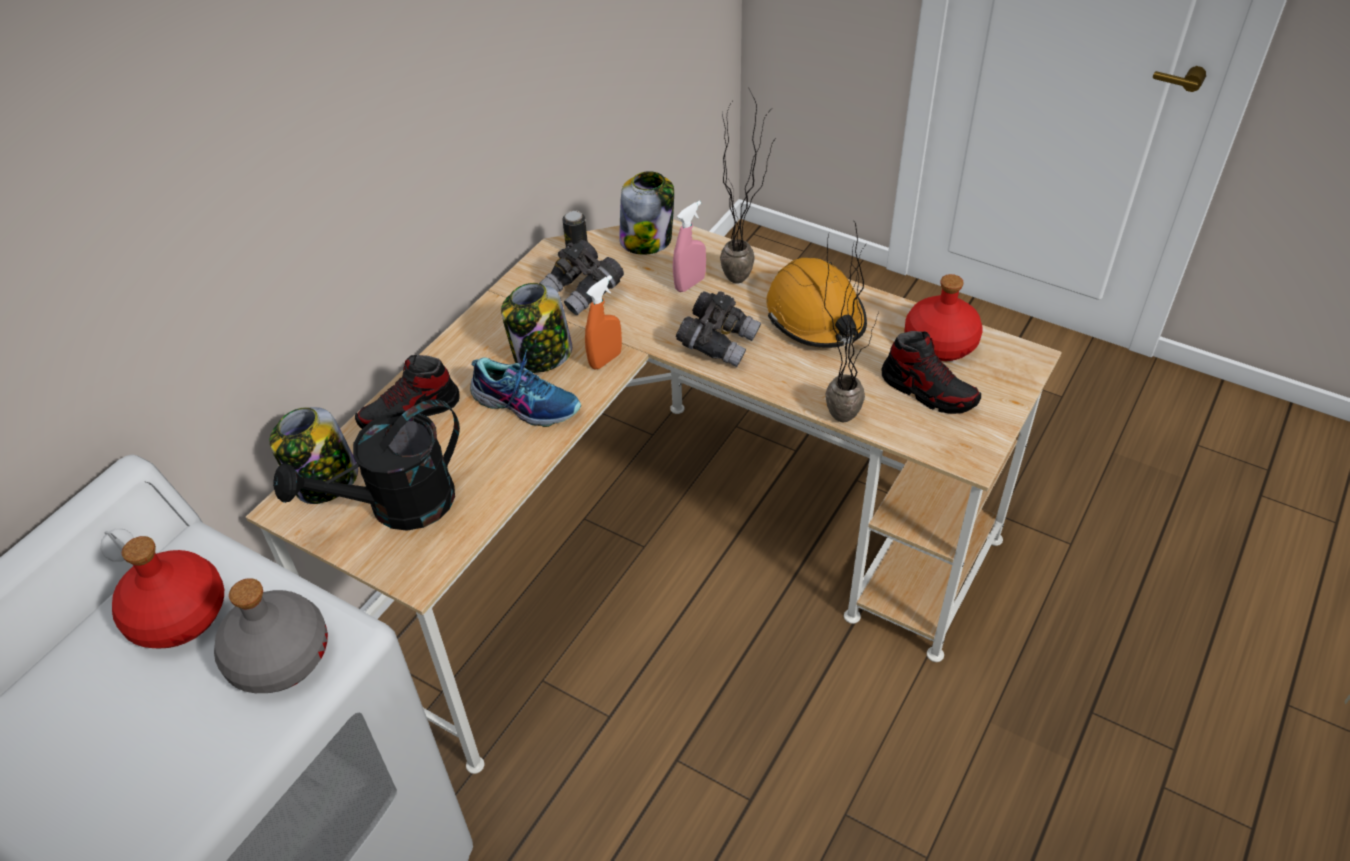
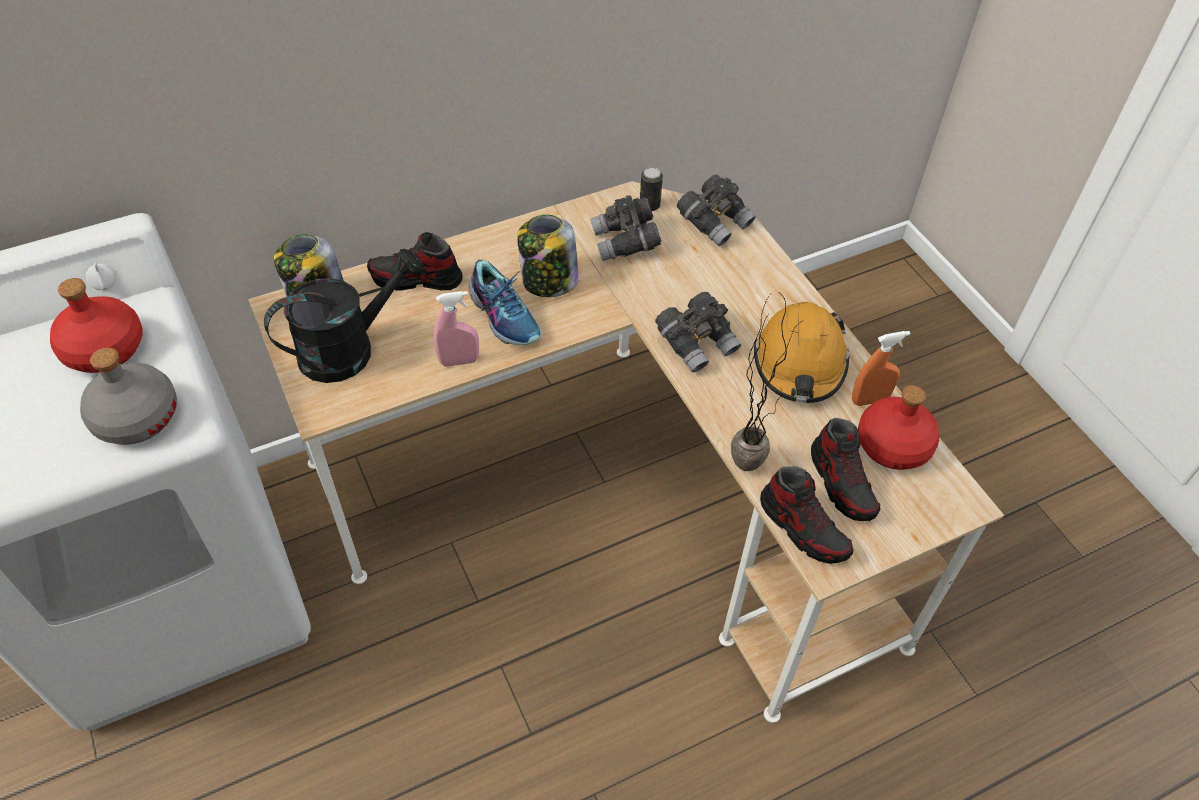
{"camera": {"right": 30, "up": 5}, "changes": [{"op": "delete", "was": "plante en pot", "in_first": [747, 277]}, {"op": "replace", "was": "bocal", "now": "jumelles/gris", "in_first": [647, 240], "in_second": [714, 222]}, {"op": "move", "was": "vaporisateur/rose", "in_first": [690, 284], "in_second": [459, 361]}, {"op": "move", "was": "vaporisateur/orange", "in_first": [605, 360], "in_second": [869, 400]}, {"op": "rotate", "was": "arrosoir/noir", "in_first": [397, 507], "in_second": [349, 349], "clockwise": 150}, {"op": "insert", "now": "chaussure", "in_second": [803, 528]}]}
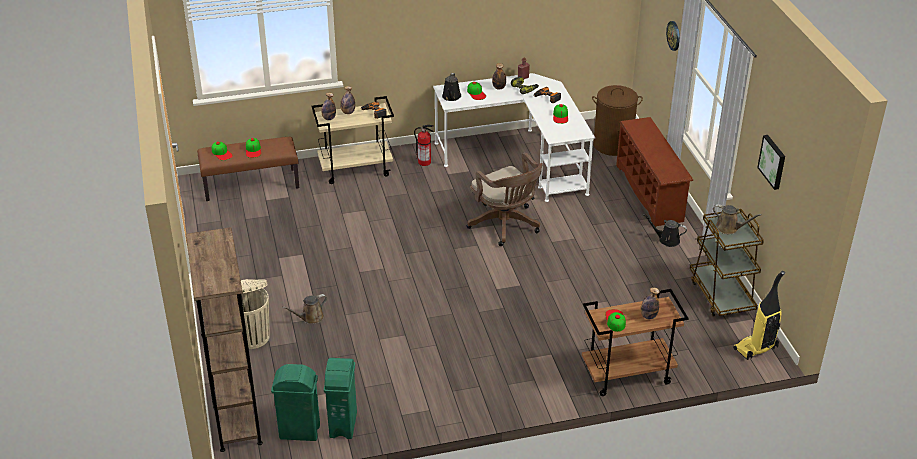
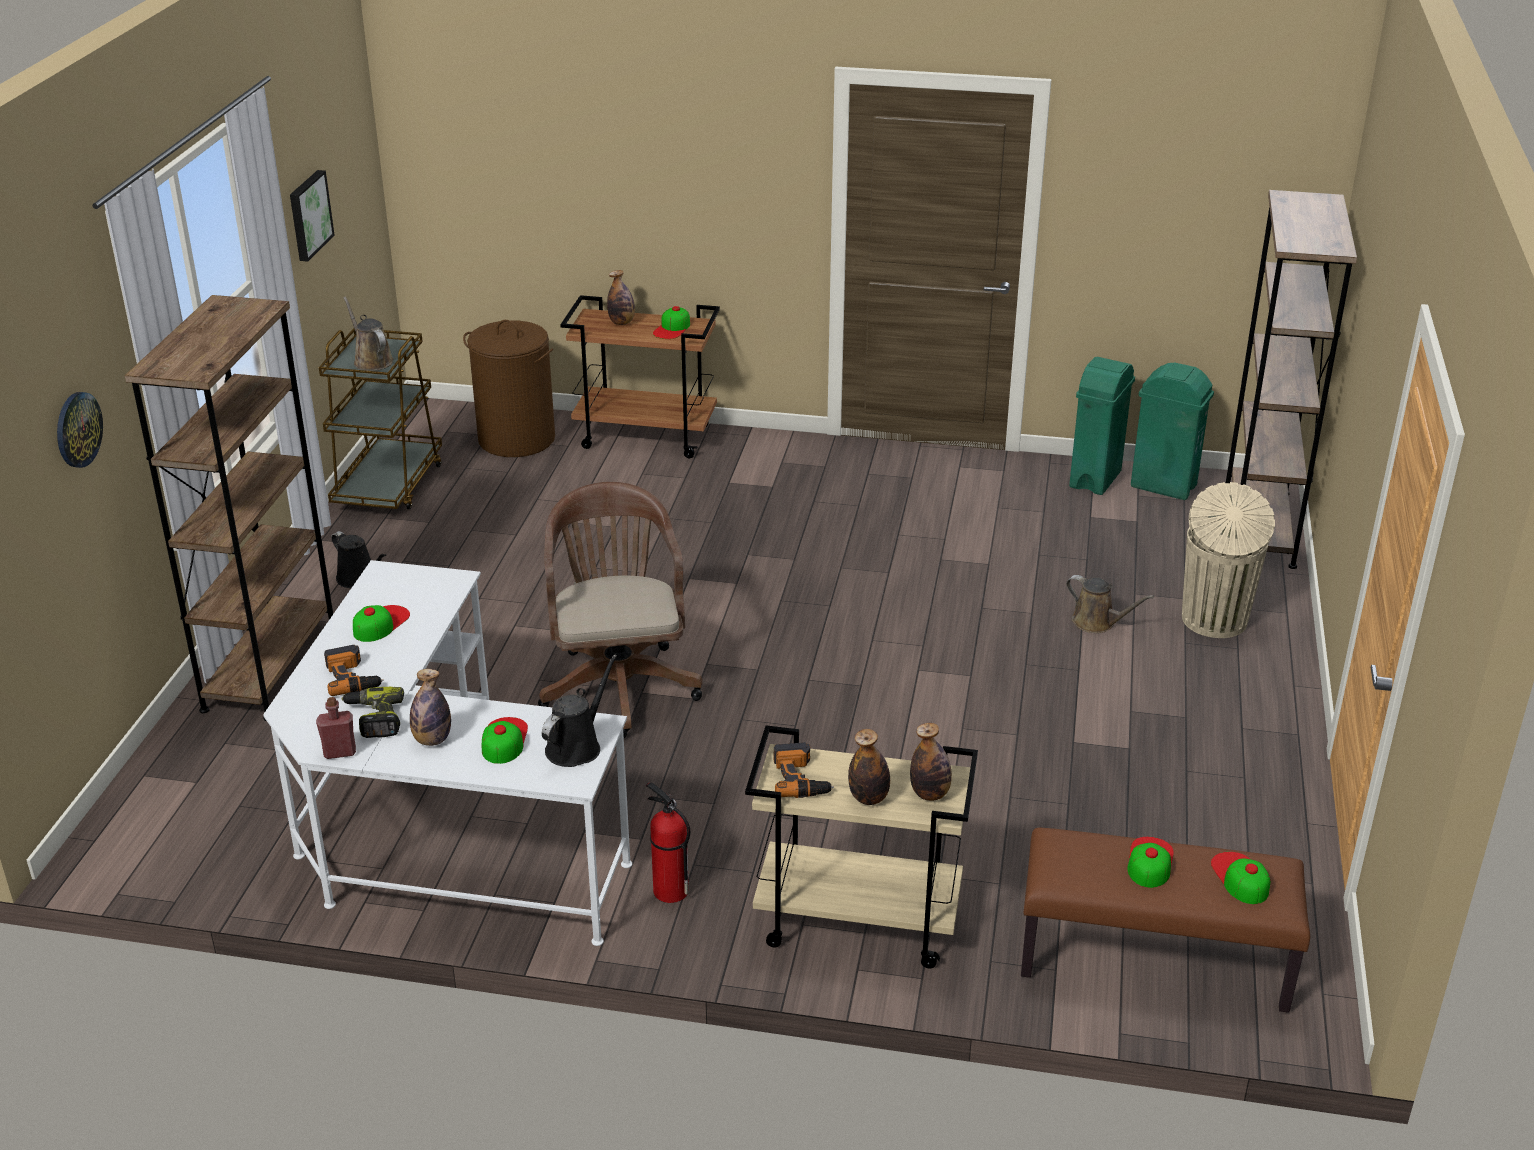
{"camera": {"right": -155, "up": -5}, "changes": [{"op": "move", "was": "panier à linge/marron", "in_first": [613, 145], "in_second": [516, 439]}, {"op": "replace", "was": "étagère à chaussures/marron", "now": "bibliothèque/marron", "in_first": [650, 193], "in_second": [270, 666]}, {"op": "delete", "was": "aspirateur", "in_first": [755, 349]}, {"op": "rotate", "was": "arrosoir/marron", "in_first": [310, 318], "in_second": [1097, 623], "clockwise": 45}]}
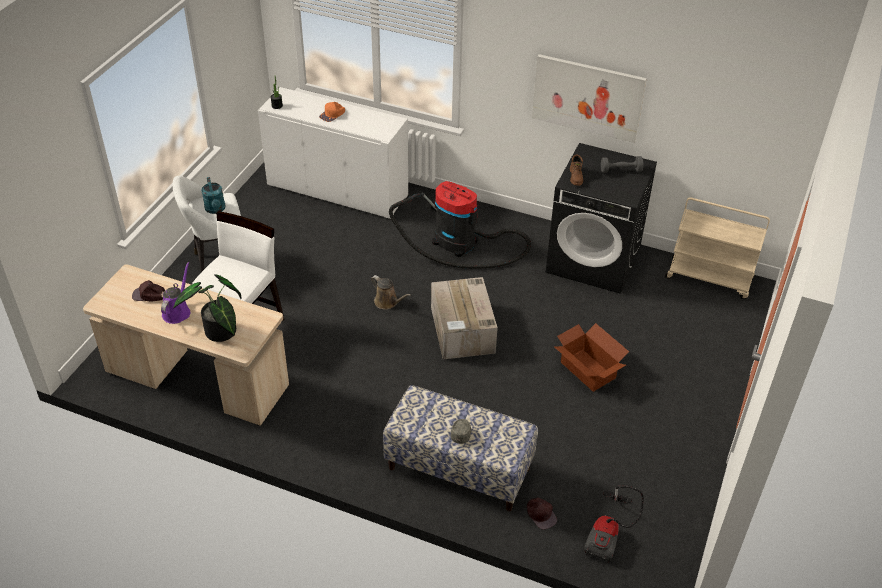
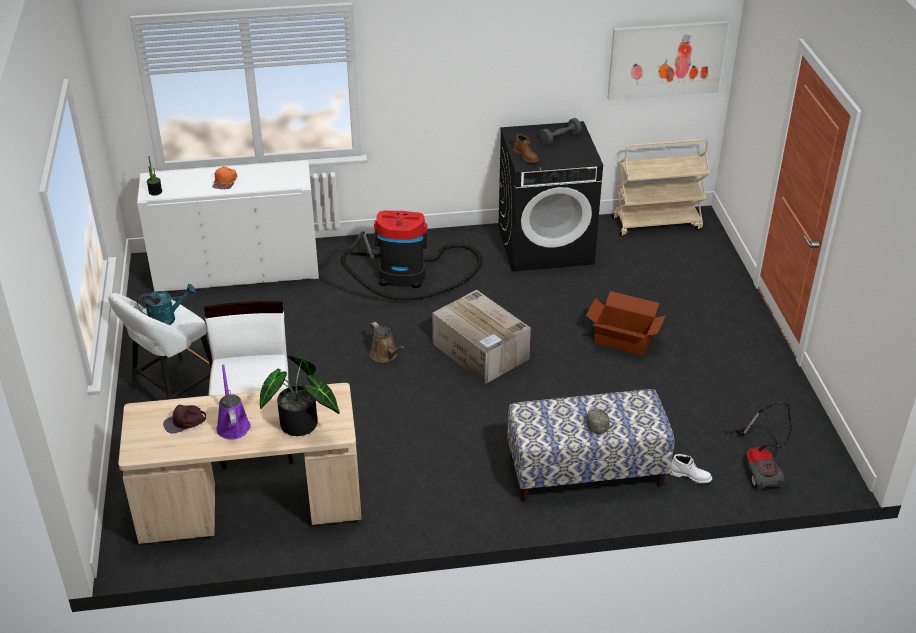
{"camera": {"right": -30, "up": -5}, "changes": [{"op": "move", "was": "tableau", "in_first": [587, 97], "in_second": [666, 59]}, {"op": "rotate", "was": "arrosoir/turquoise", "in_first": [216, 209], "in_second": [167, 318], "clockwise": -60}, {"op": "rotate", "was": "arrosoir/marron", "in_first": [388, 302], "in_second": [385, 355], "clockwise": 45}, {"op": "replace", "was": "casquette/marron", "now": "botte/blanc", "in_first": [541, 514], "in_second": [690, 476]}]}
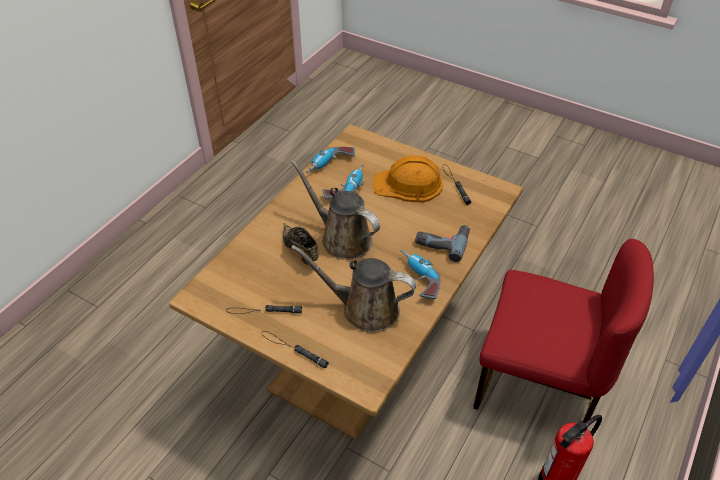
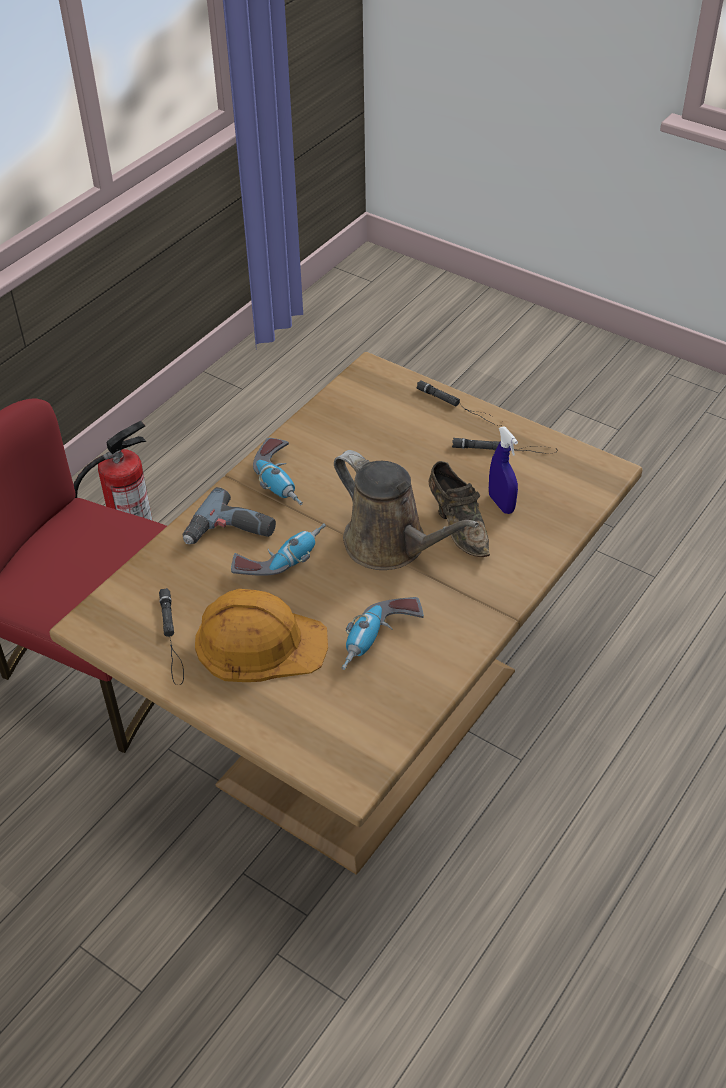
{"camera": {"right": -175, "up": 0}, "changes": [{"op": "move", "was": "perceuse", "in_first": [330, 165], "in_second": [281, 558]}, {"op": "delete", "was": "arrosoir/marron", "in_first": [364, 309]}, {"op": "insert", "now": "vaporisateur/bleu", "in_second": [501, 504]}]}
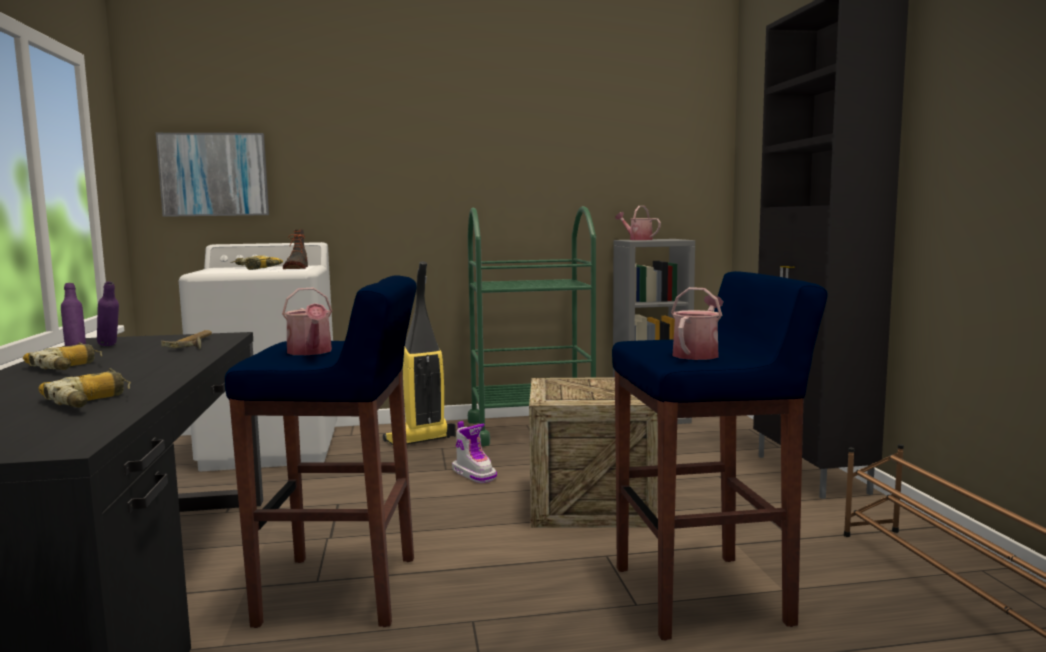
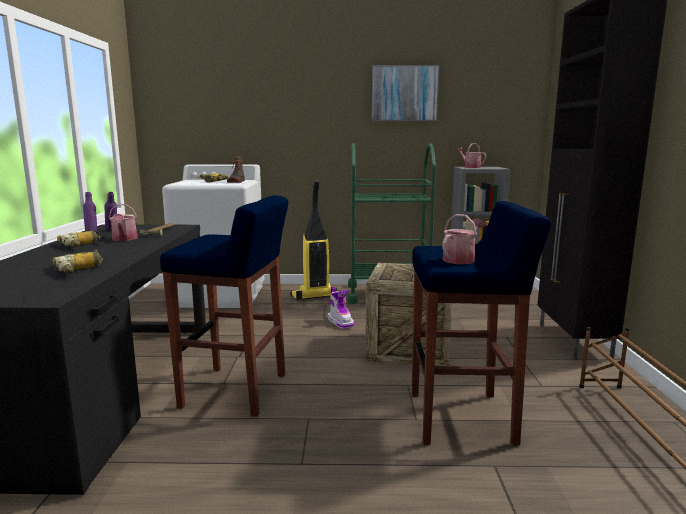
{"camera": {"right": 10, "up": 5}, "changes": [{"op": "move", "was": "tableau", "in_first": [214, 175], "in_second": [404, 93]}, {"op": "move", "was": "arrosoir", "in_first": [311, 352], "in_second": [124, 239]}]}
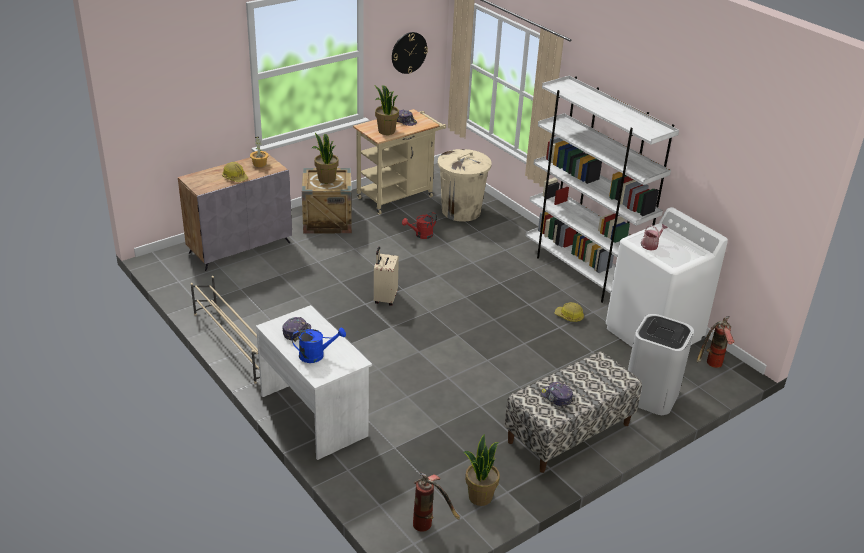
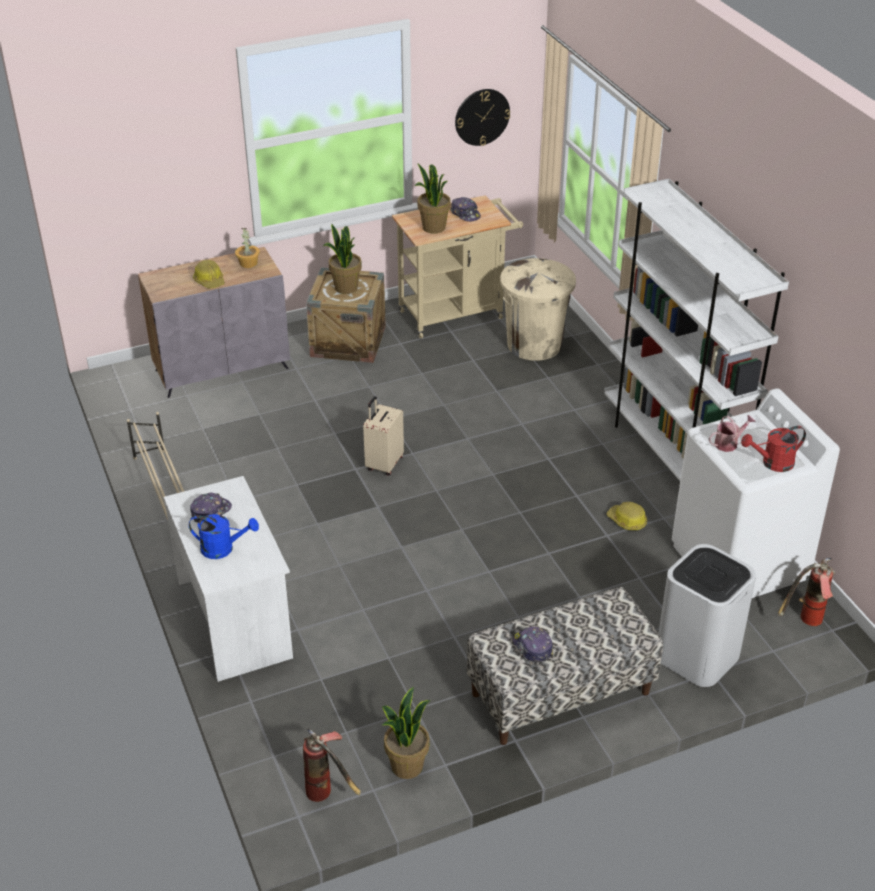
{"camera": {"right": 15, "up": 5}, "changes": [{"op": "move", "was": "arrosoir/rouge", "in_first": [421, 235], "in_second": [772, 463]}]}
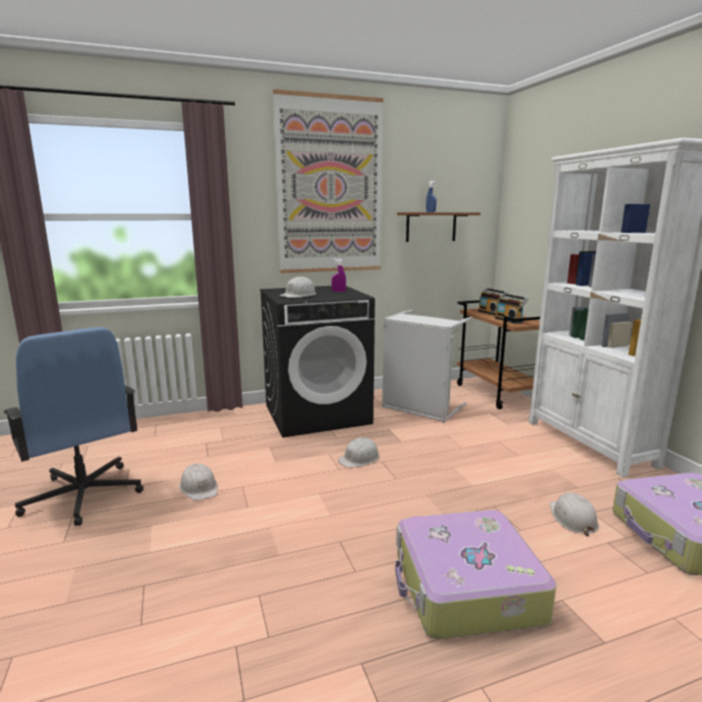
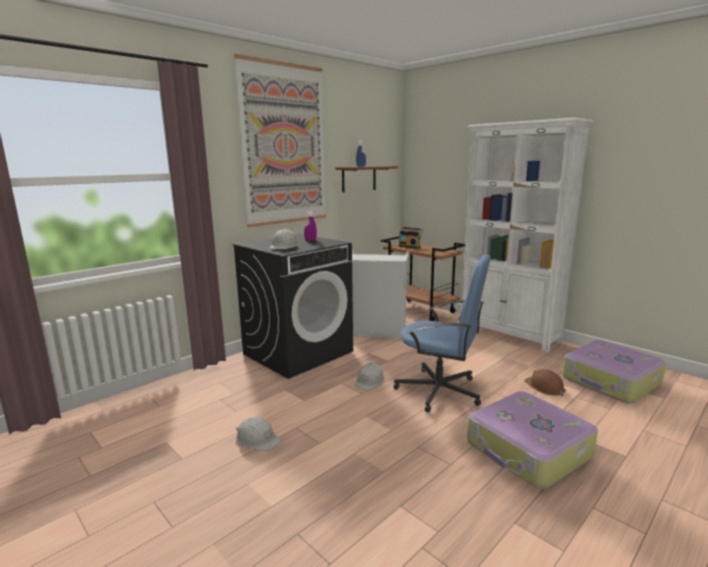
{"camera": {"right": -25, "up": 0}, "changes": [{"op": "delete", "was": "radio", "in_first": [509, 320]}, {"op": "move", "was": "chaise de bureau/bleu", "in_first": [83, 496], "in_second": [440, 391]}, {"op": "recolor", "was": "casque de chantier/blanc", "now": "casque de chantier/marron", "in_first": [572, 518], "in_second": [544, 387]}]}
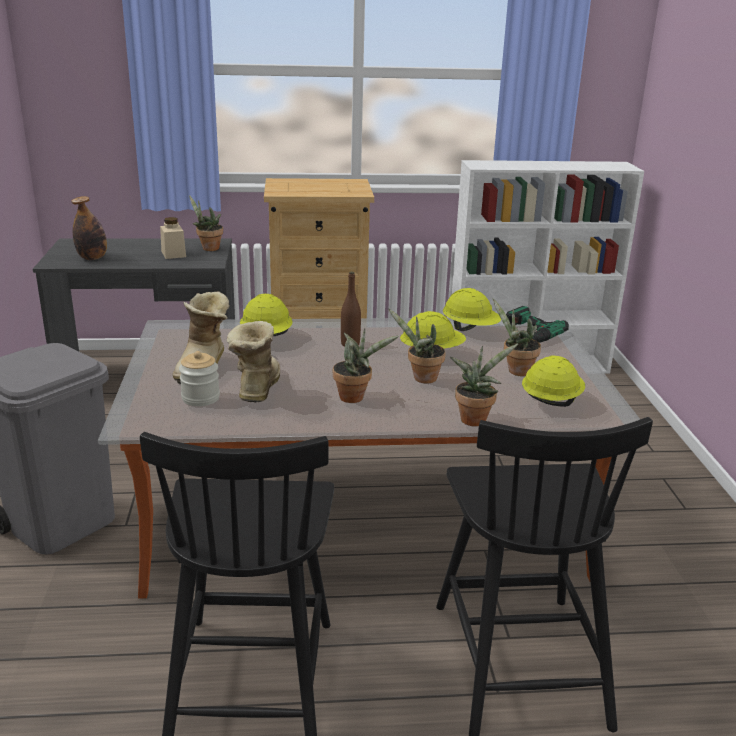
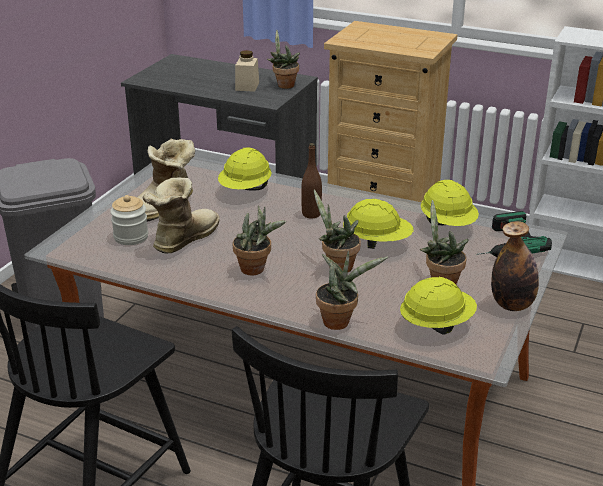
{"camera": {"right": 30, "up": 5}, "changes": [{"op": "move", "was": "bouteille", "in_first": [92, 258], "in_second": [512, 305]}]}
